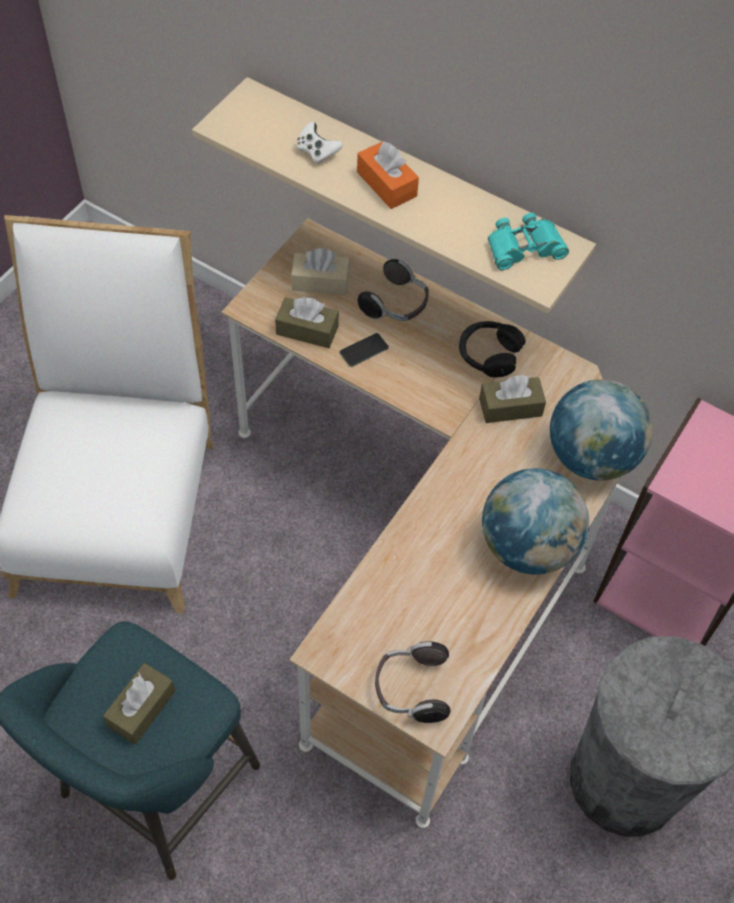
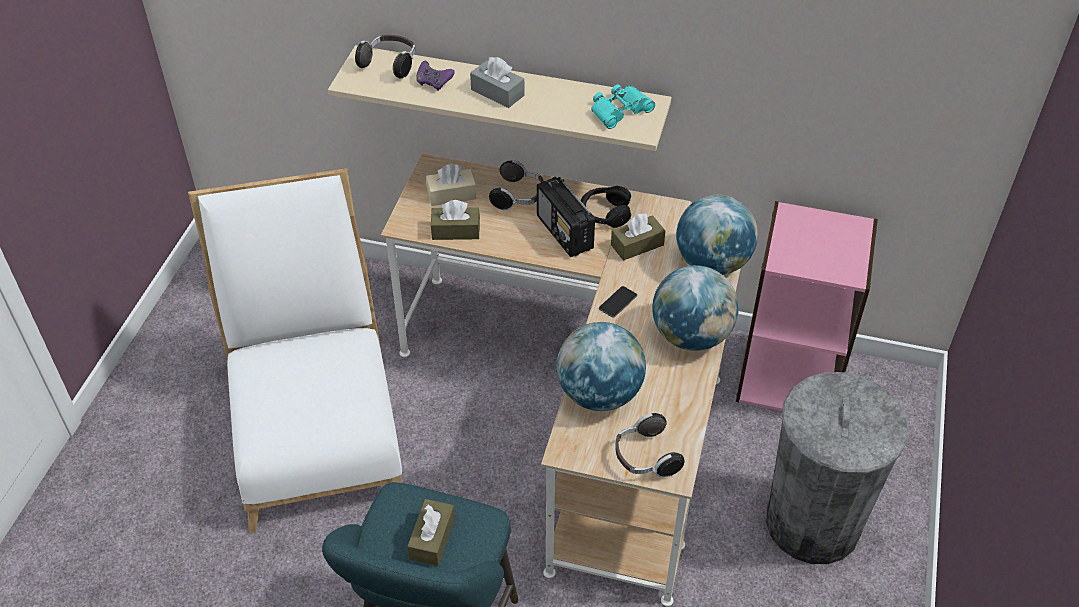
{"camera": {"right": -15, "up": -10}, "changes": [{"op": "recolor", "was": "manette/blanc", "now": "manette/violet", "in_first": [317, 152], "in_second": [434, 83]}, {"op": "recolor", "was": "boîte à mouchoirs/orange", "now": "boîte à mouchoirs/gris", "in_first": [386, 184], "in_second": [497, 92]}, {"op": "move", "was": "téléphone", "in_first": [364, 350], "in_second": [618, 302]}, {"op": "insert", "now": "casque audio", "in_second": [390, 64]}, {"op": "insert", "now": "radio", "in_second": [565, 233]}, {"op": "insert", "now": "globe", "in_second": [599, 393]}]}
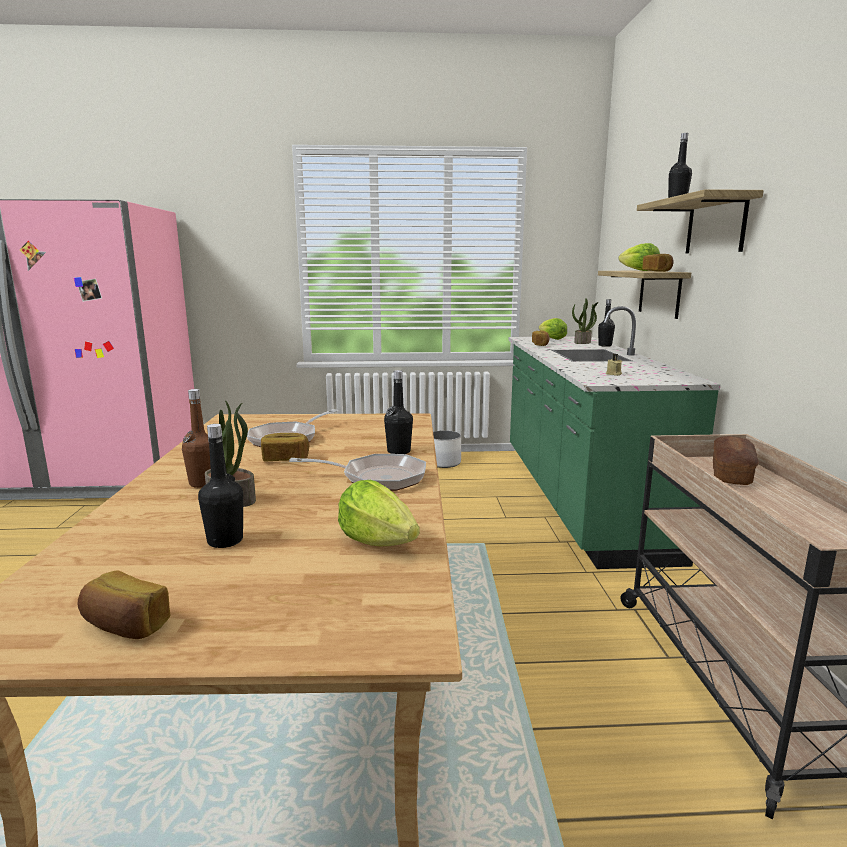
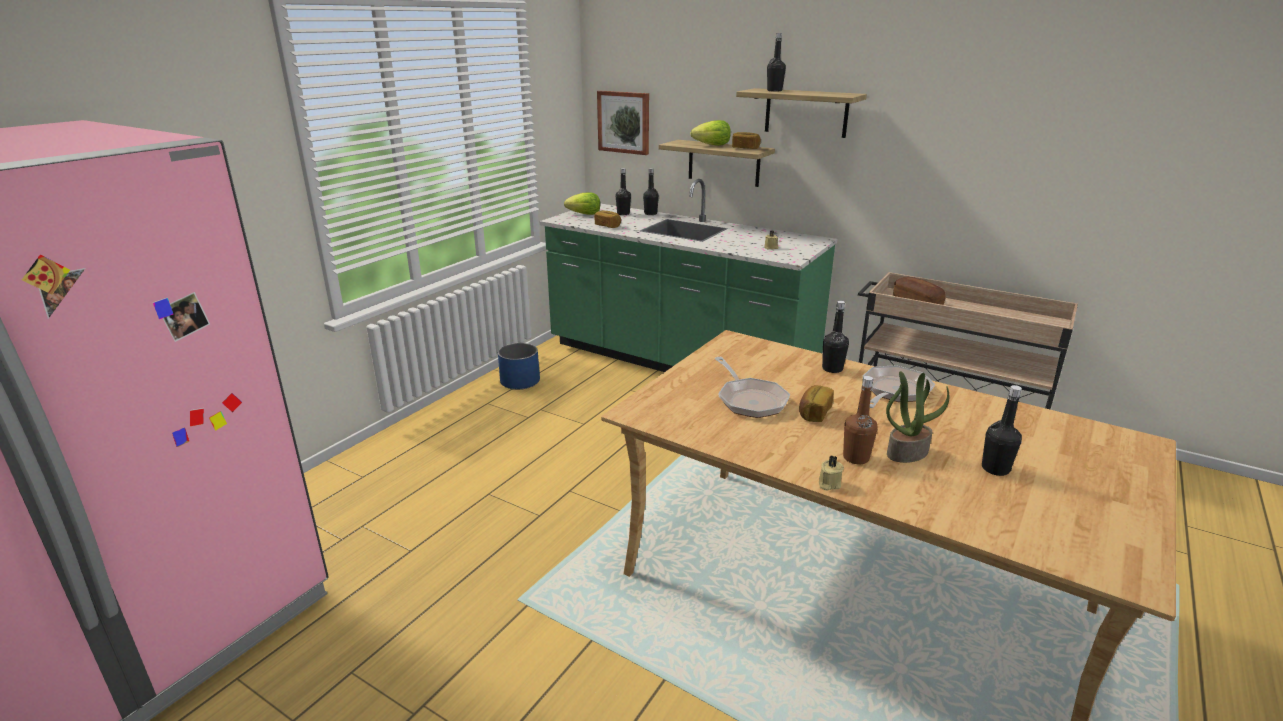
{"camera": {"right": -55, "up": 10}, "changes": [{"op": "replace", "was": "plante en pot", "now": "bouteille/noir", "in_first": [582, 342], "in_second": [623, 214]}, {"op": "recolor", "was": "cache-pot/blanc", "now": "cache-pot/bleu", "in_first": [443, 463], "in_second": [519, 382]}, {"op": "delete", "was": "laitue", "in_first": [377, 541]}, {"op": "delete", "was": "pain", "in_first": [124, 626]}, {"op": "insert", "now": "tableau", "in_second": [624, 122]}, {"op": "insert", "now": "bougie/beige", "in_second": [828, 484]}]}
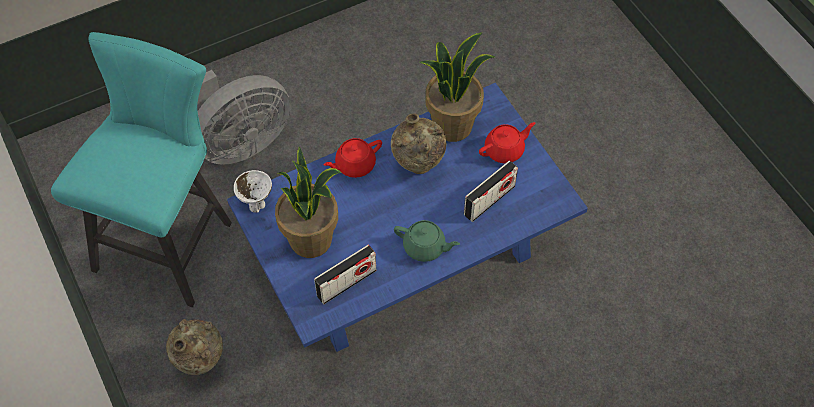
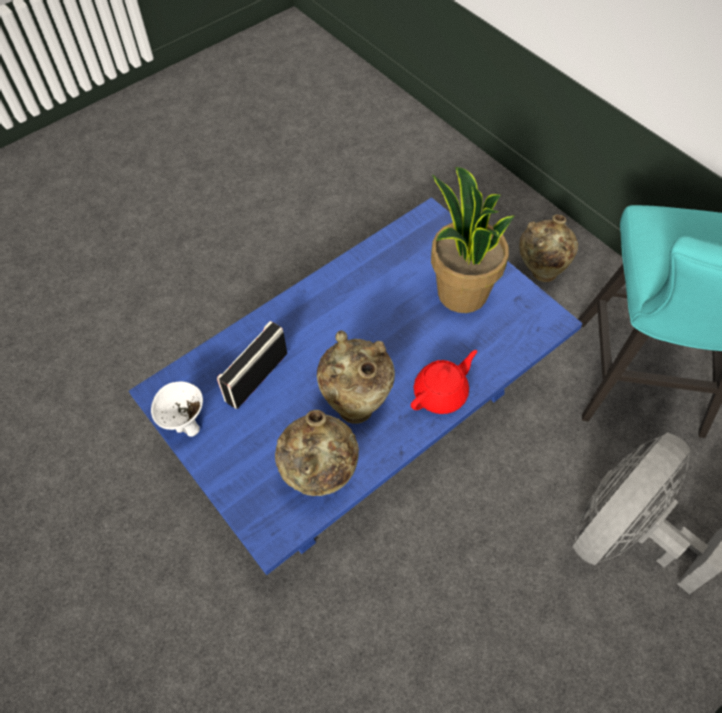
{"camera": {"right": 170, "up": 0}, "changes": [{"op": "replace", "was": "plante en pot", "now": "vase/beige", "in_first": [452, 125], "in_second": [321, 479]}, {"op": "delete", "was": "théière/rouge", "in_first": [505, 150]}, {"op": "move", "was": "bol/blanc", "in_first": [256, 204], "in_second": [187, 426]}, {"op": "delete", "was": "théière/vert", "in_first": [425, 247]}, {"op": "delete", "was": "radio", "in_first": [346, 283]}]}
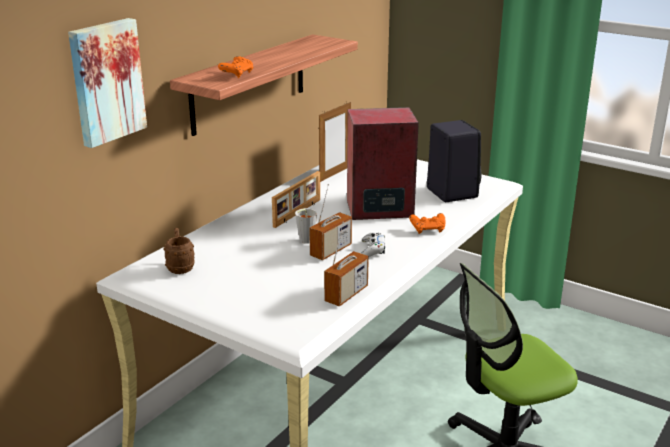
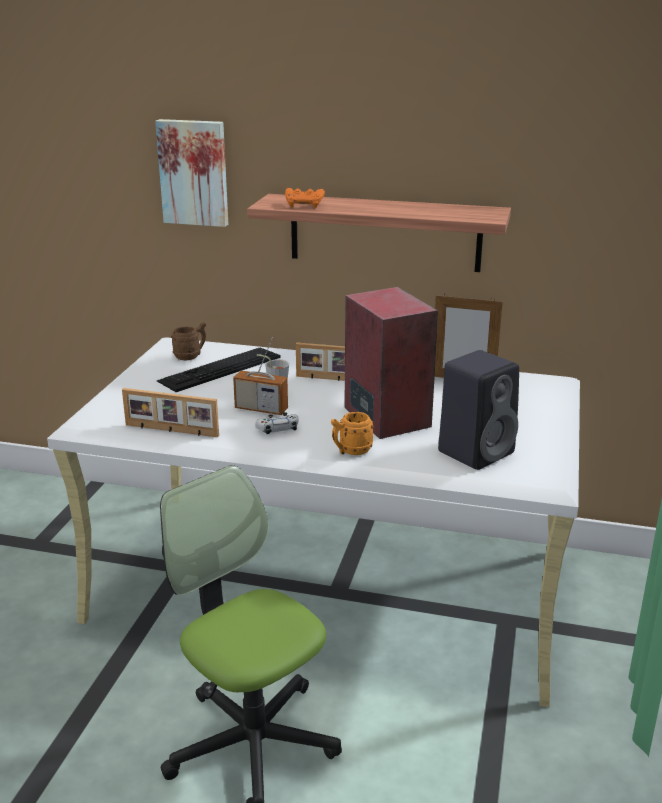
{"camera": {"right": 70, "up": 0}, "changes": [{"op": "replace", "was": "manette/orange", "now": "mug/orange", "in_first": [428, 229], "in_second": [351, 451]}, {"op": "replace", "was": "radio", "now": "cadre photo", "in_first": [346, 294], "in_second": [171, 431]}, {"op": "insert", "now": "clavier", "in_second": [220, 369]}]}
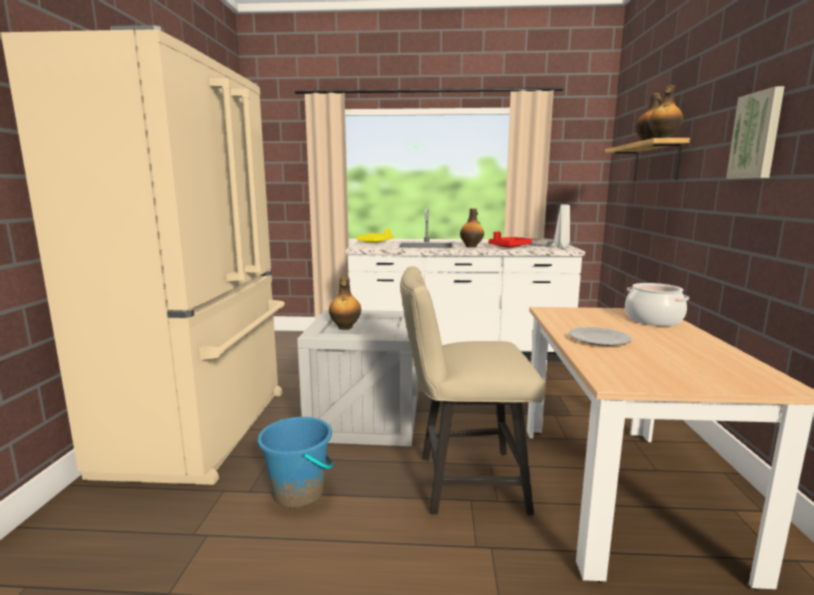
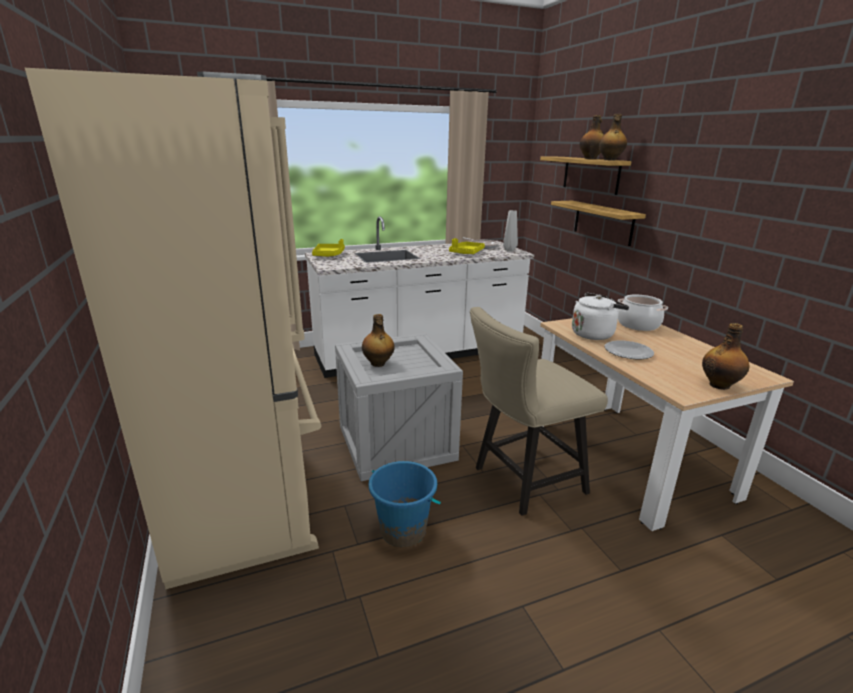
{"camera": {"right": -25, "up": 10}, "changes": [{"op": "delete", "was": "tableau", "in_first": [757, 136]}, {"op": "move", "was": "bouteille", "in_first": [471, 246], "in_second": [720, 385]}, {"op": "recolor", "was": "plateau/rouge", "now": "plateau/jaune", "in_first": [509, 247], "in_second": [466, 253]}, {"op": "insert", "now": "étagère", "in_second": [603, 222]}, {"op": "insert", "now": "bouilloire/blanc", "in_second": [594, 334]}]}
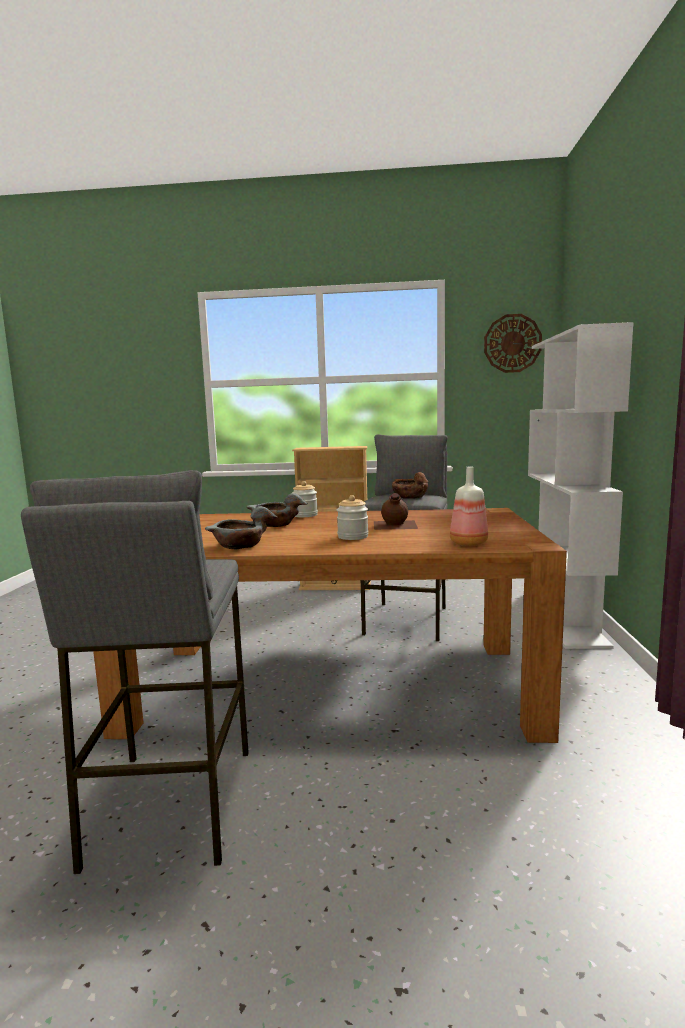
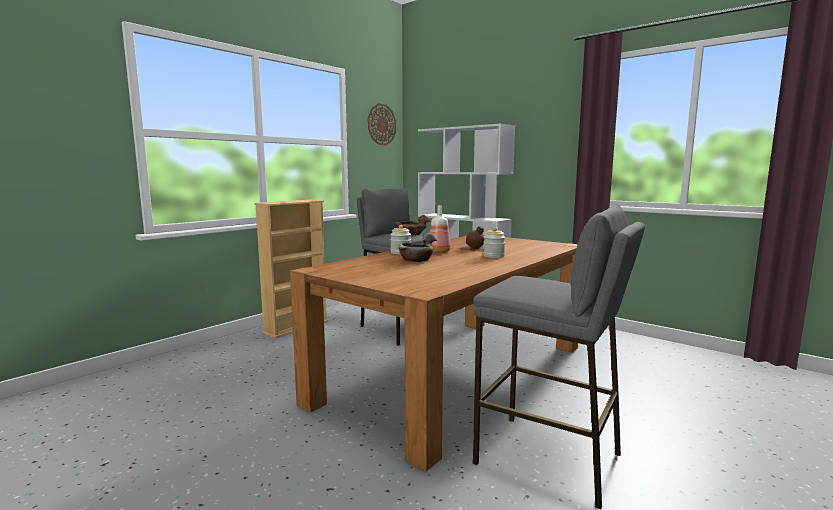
{"camera": {"right": -55, "up": 0}, "changes": [{"op": "move", "was": "bouteille", "in_first": [467, 543], "in_second": [438, 252]}, {"op": "delete", "was": "bol/gris", "in_first": [239, 545]}]}
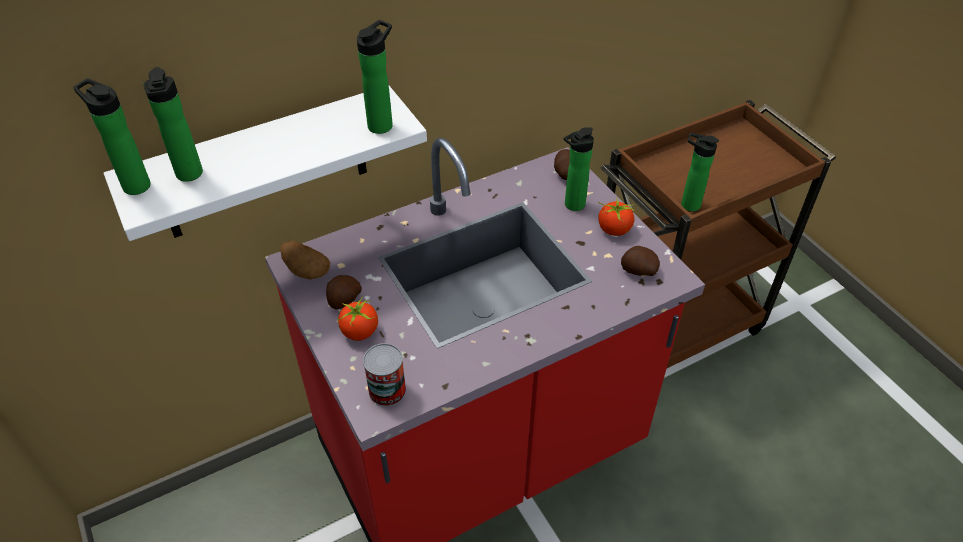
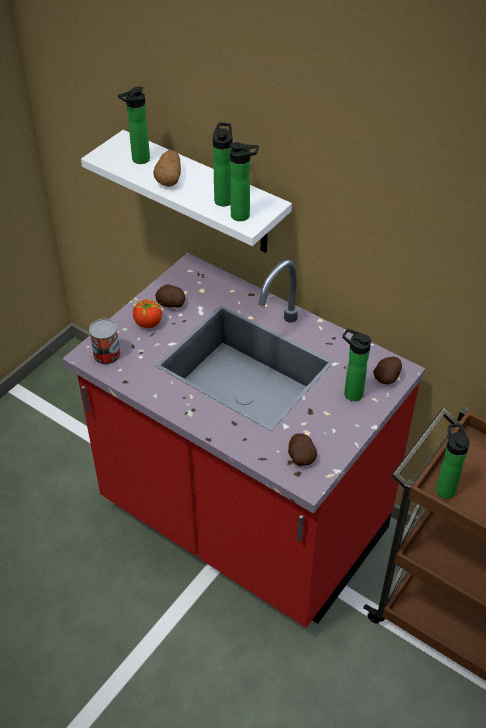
{"camera": {"right": 65, "up": 0}, "changes": [{"op": "move", "was": "bouteille", "in_first": [133, 185], "in_second": [224, 199]}, {"op": "delete", "was": "tomate", "in_first": [614, 230]}, {"op": "move", "was": "pomme de terre", "in_first": [305, 270], "in_second": [169, 178]}]}
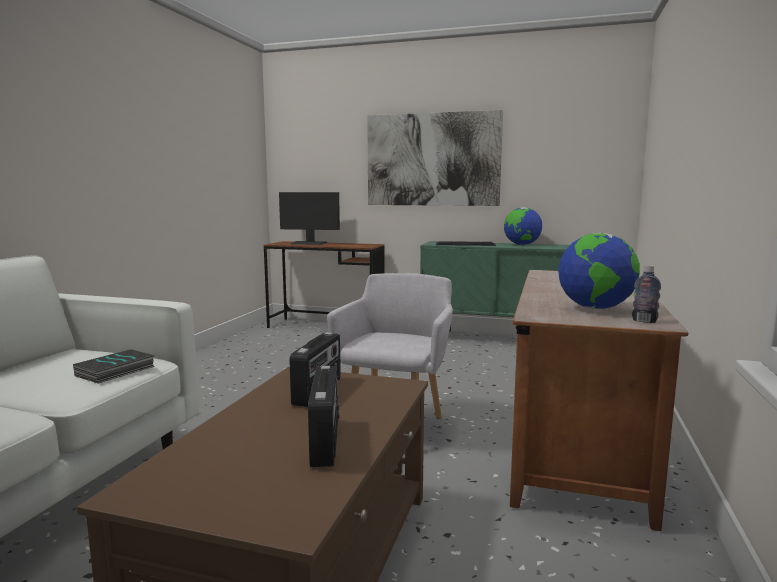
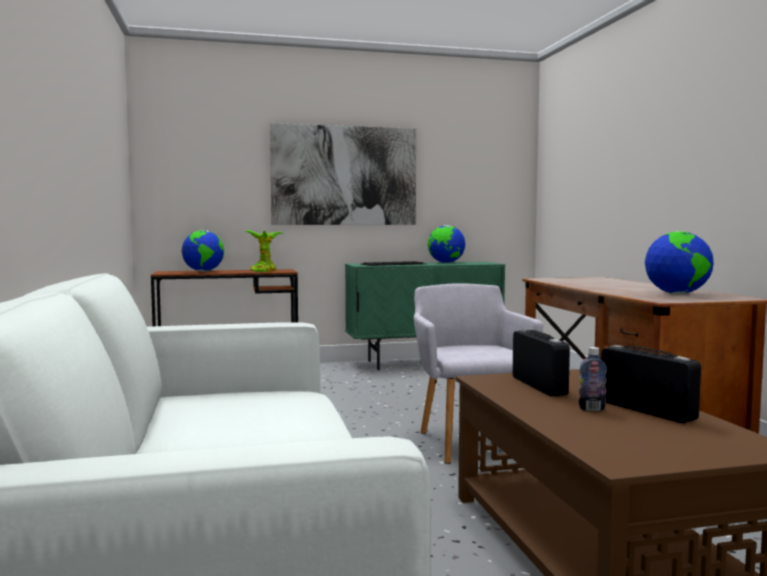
{"camera": {"right": -30, "up": -5}, "changes": [{"op": "replace", "was": "écran d'ordinateur", "now": "globe", "in_first": [308, 243], "in_second": [203, 271]}, {"op": "move", "was": "bouteille", "in_first": [644, 321], "in_second": [592, 409]}, {"op": "delete", "was": "livre", "in_first": [115, 371]}, {"op": "insert", "now": "plante en pot", "in_second": [264, 271]}]}
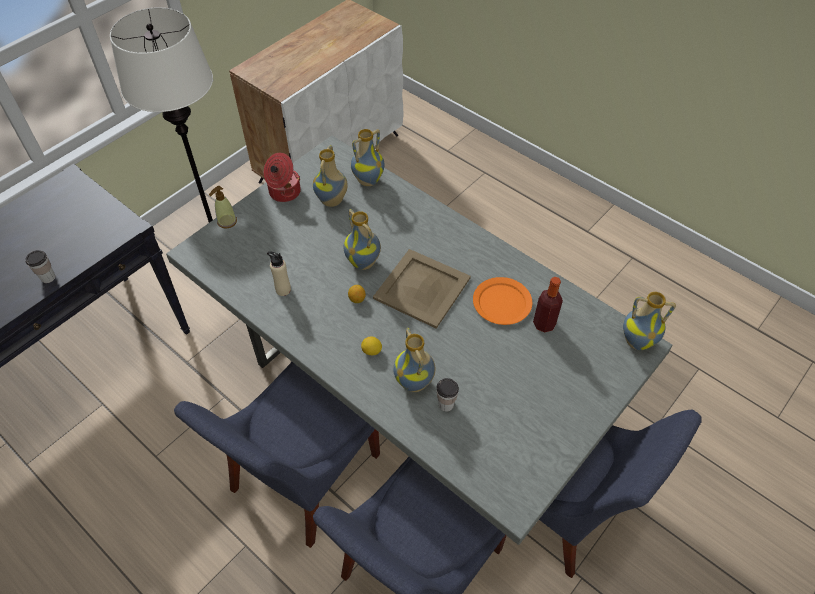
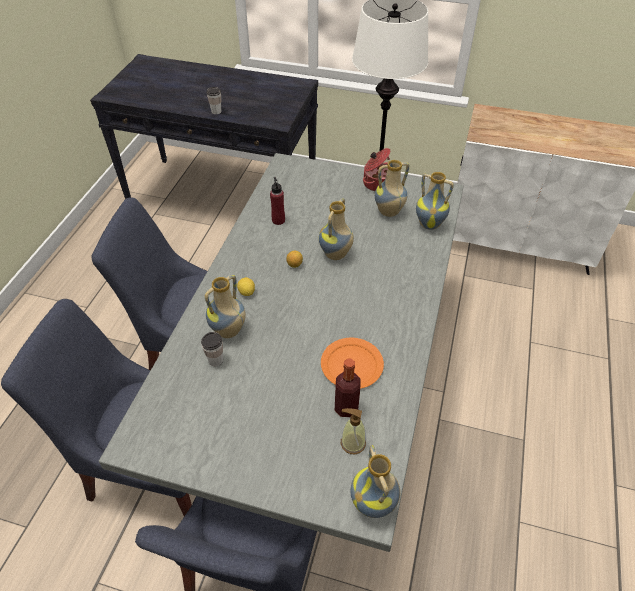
{"camera": {"right": 65, "up": -5}, "changes": [{"op": "move", "was": "distributeur de savon", "in_first": [227, 221], "in_second": [352, 443]}, {"op": "delete", "was": "plateau/beige", "in_first": [422, 289]}, {"op": "recolor", "was": "bouteille/beige", "now": "bouteille/rouge", "in_first": [283, 289], "in_second": [278, 220]}]}
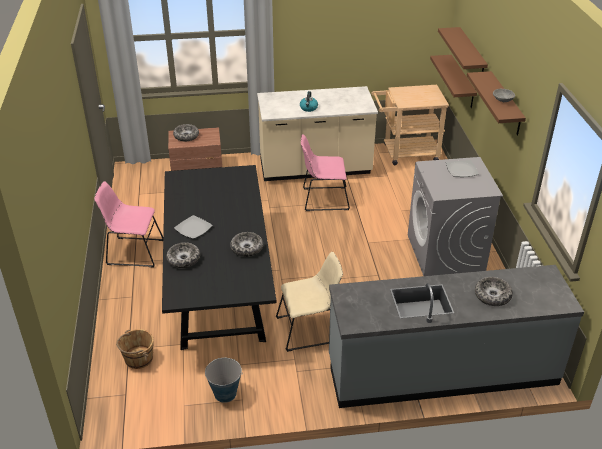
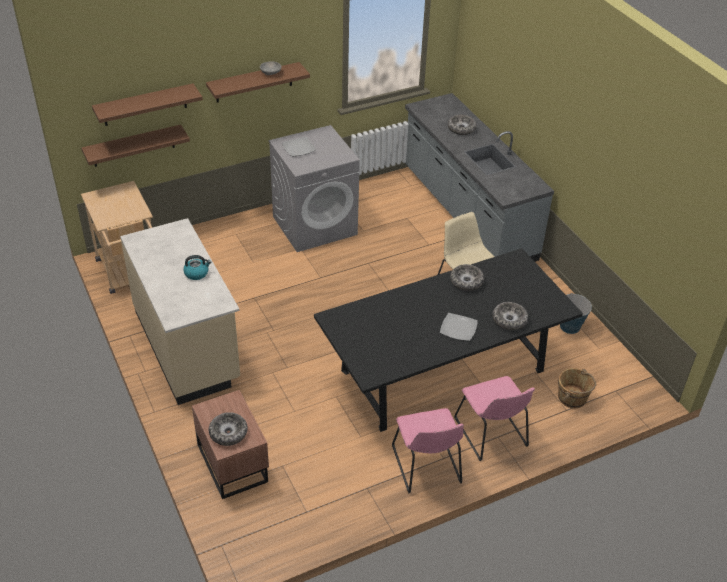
{"camera": {"right": -110, "up": 5}, "changes": [{"op": "move", "was": "chaise/rose", "in_first": [323, 199], "in_second": [492, 434]}]}
